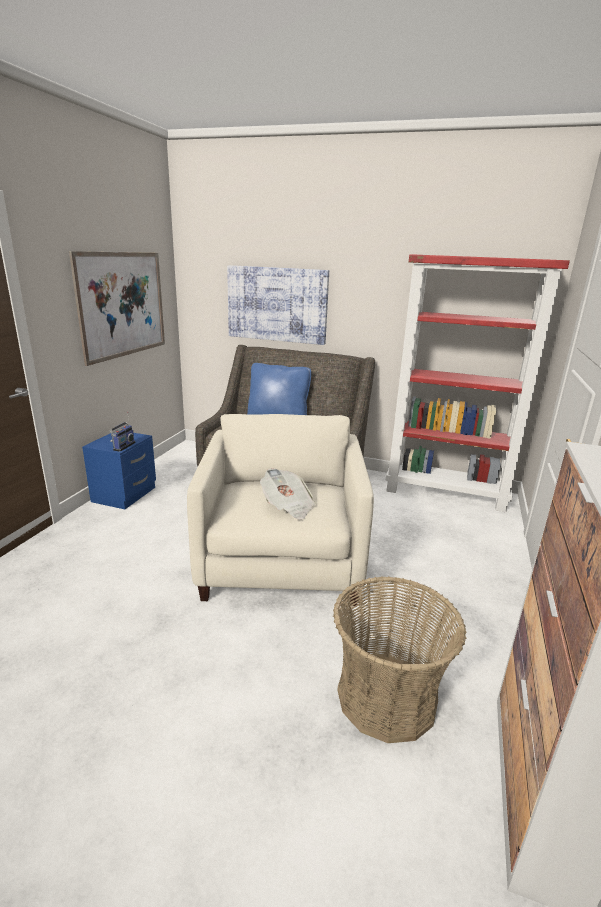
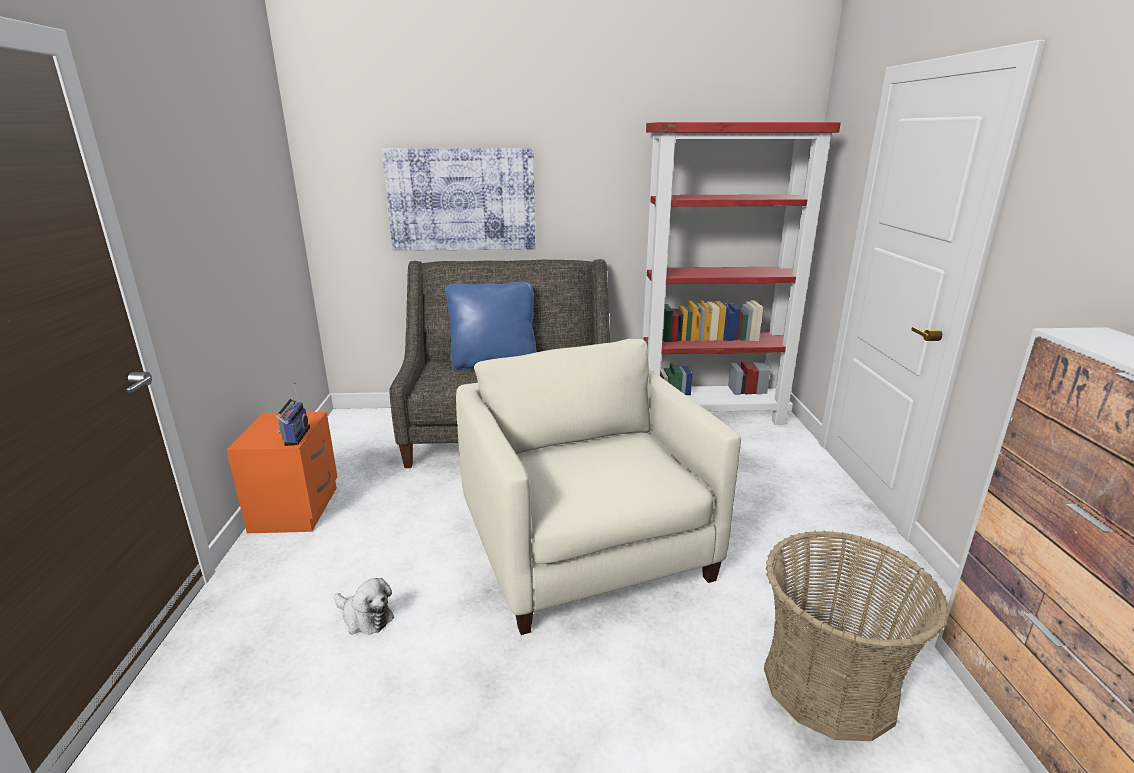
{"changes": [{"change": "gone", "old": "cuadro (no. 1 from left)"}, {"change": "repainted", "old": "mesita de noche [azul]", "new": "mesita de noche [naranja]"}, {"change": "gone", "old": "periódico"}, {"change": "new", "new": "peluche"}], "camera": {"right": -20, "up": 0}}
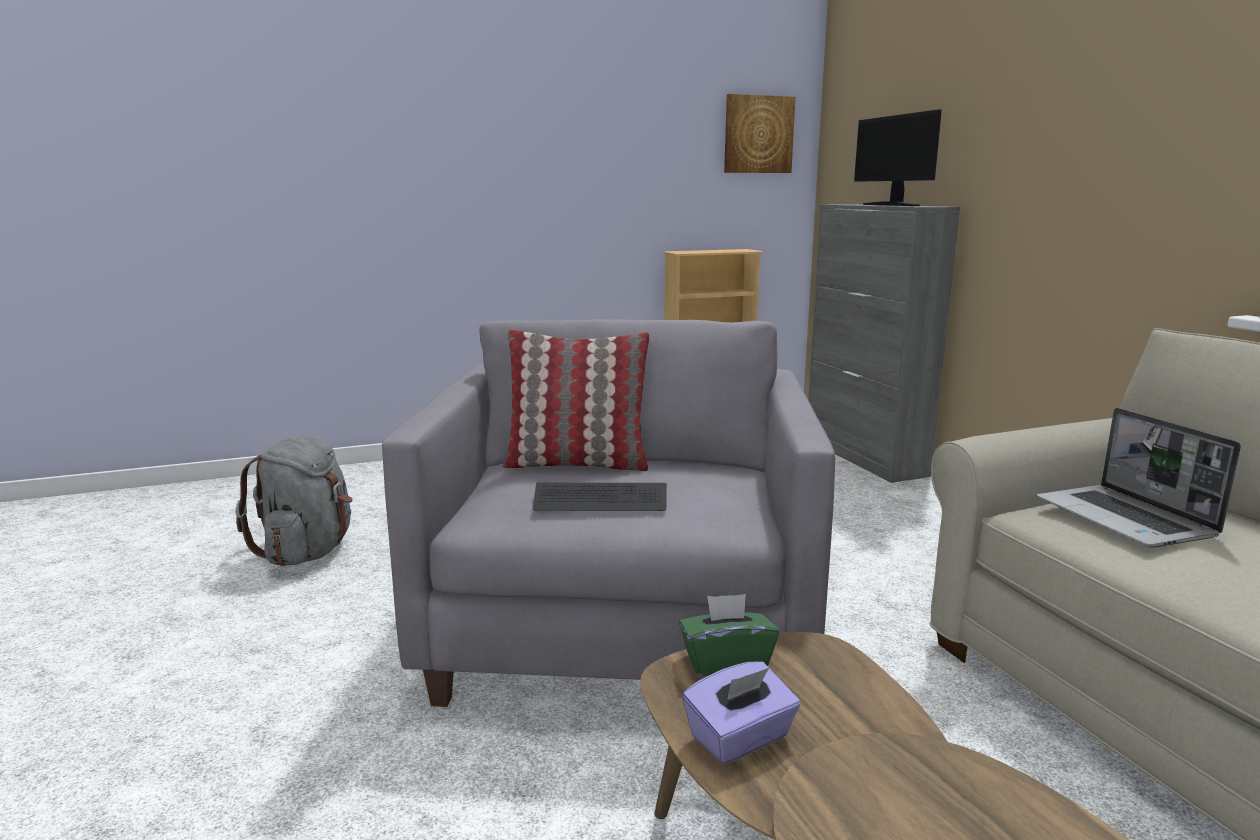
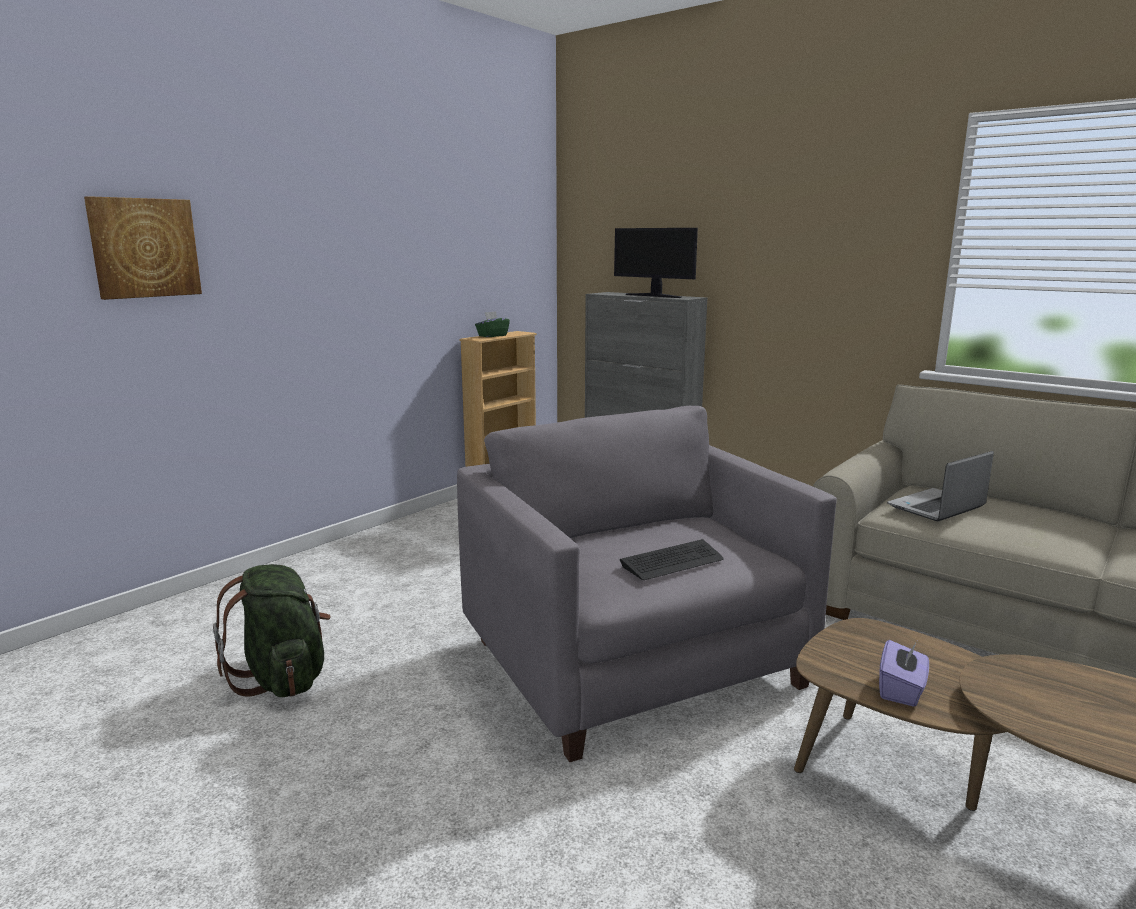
{"changes": [{"change": "shifted", "old": "cuadro"}, {"change": "gone", "old": "cojín"}, {"change": "rotated", "old": "portátil", "degrees": 105}, {"change": "repainted", "old": "mochila [gris]", "new": "mochila [verde]"}, {"change": "shifted", "old": "caja de pañuelos [verde]"}], "camera": {"right": -30, "up": 0}}
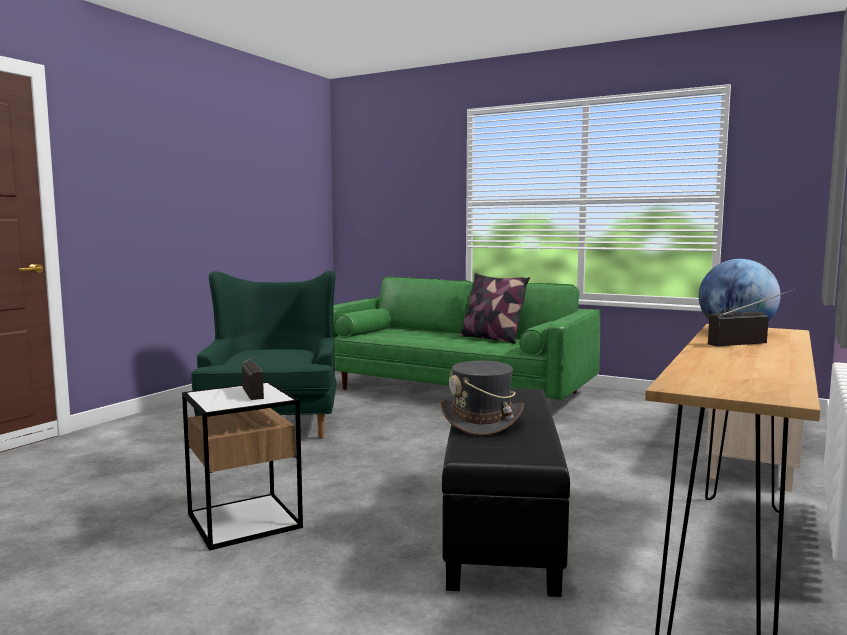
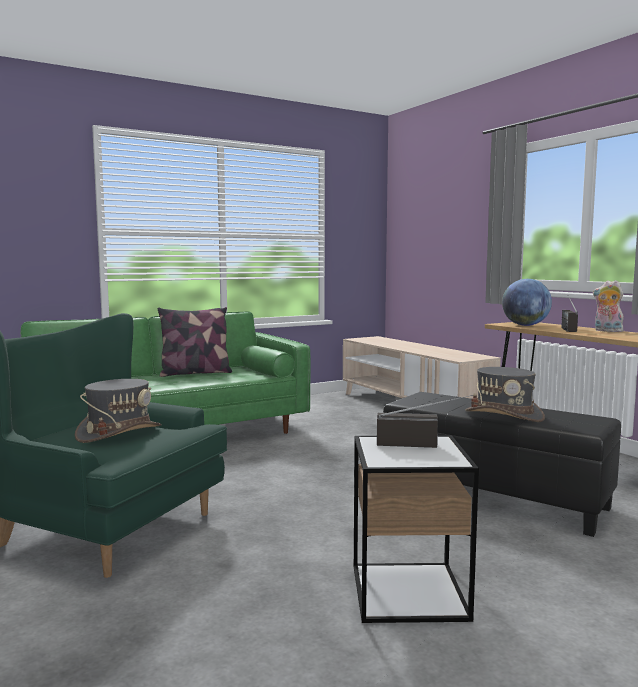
{"changes": [{"change": "new", "new": "peluche"}, {"change": "new", "new": "sombrero [gris] (no. 1 from left)"}], "camera": {"right": -60, "up": 0}}
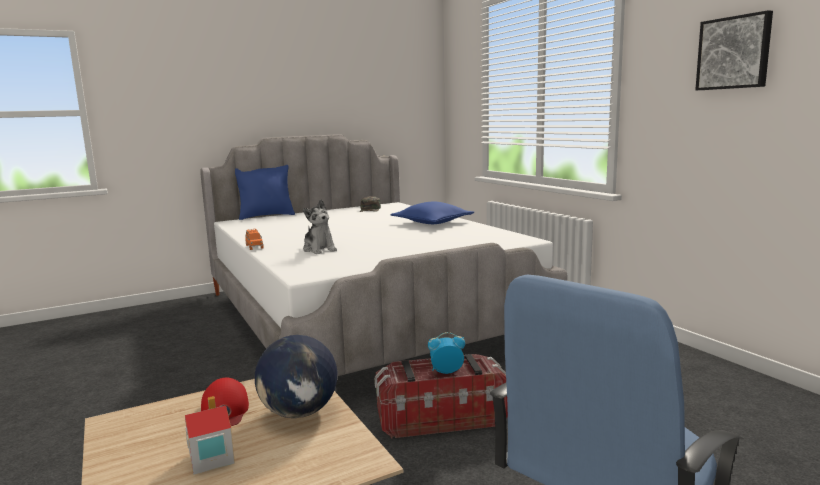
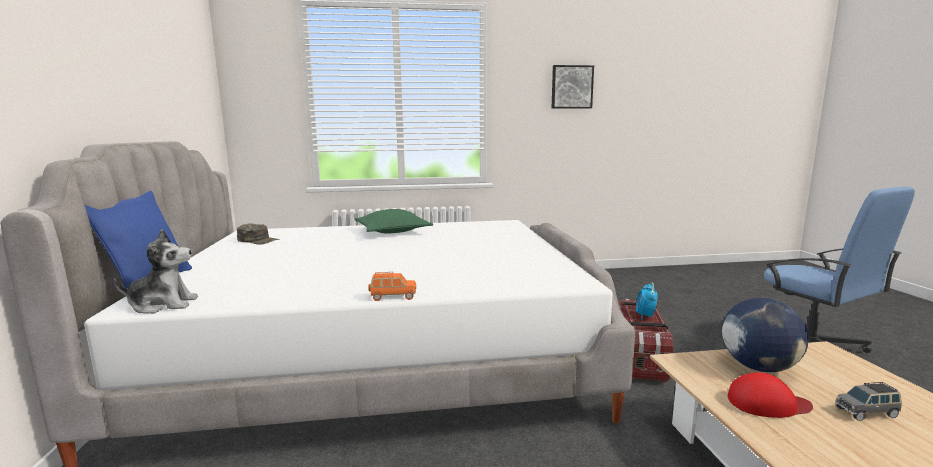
{"changes": [{"change": "shifted", "old": "peluche"}, {"change": "repainted", "old": "cojín [azul] (no. 2 from left)", "new": "cojín [verde]"}, {"change": "swapped", "old": "casita", "new": "coche de juguete [gris]"}], "camera": {"right": -70, "up": 0}}
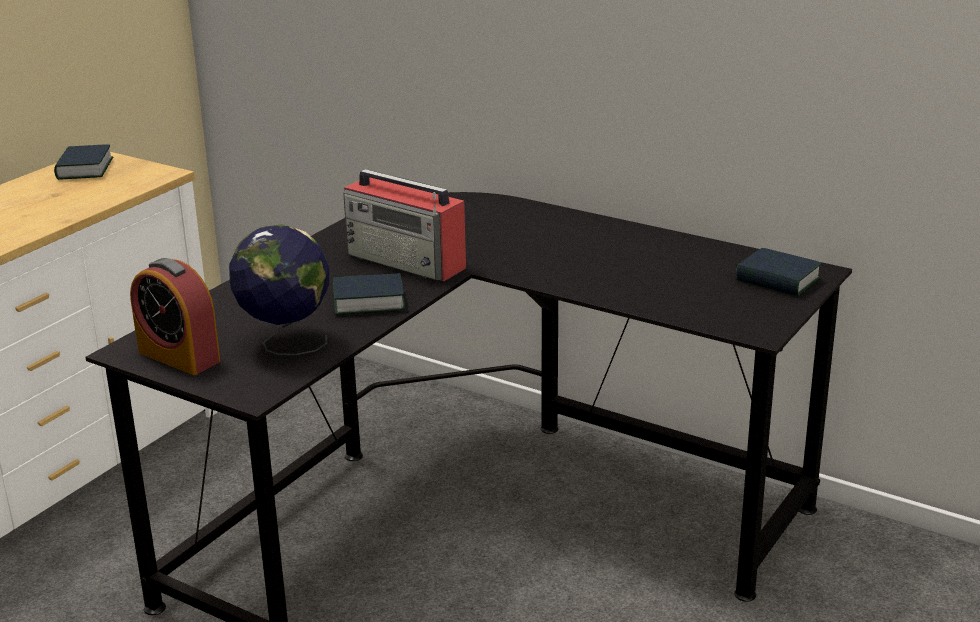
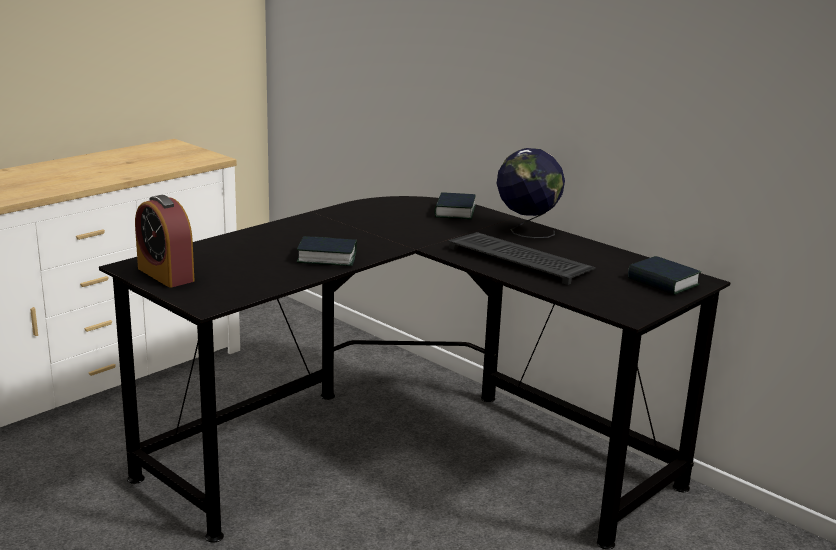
{"changes": [{"change": "shifted", "old": "libro (no. 1 from left in the first image)", "new": "libro (no. 2 from left)"}, {"change": "gone", "old": "radio"}, {"change": "shifted", "old": "globo terráqueo"}, {"change": "new", "new": "teclado"}], "camera": {"right": 10, "up": -5}}
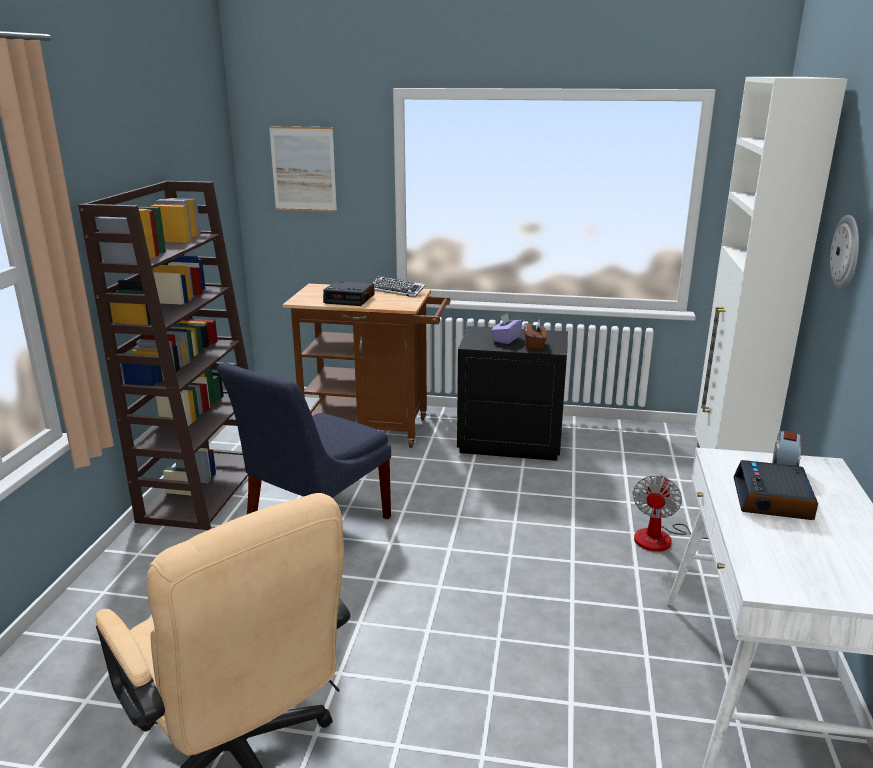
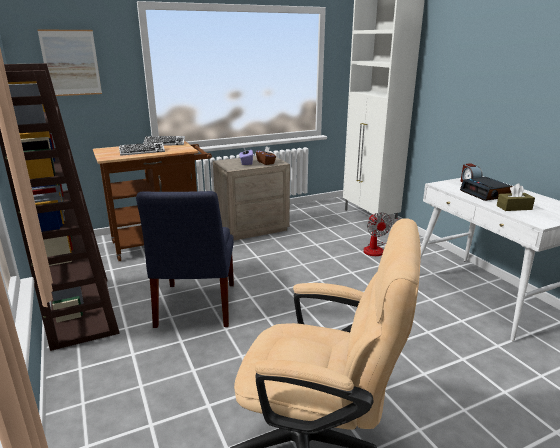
{"changes": [{"change": "gone", "old": "reloj de pared"}, {"change": "swapped", "old": "despertador (no. 1 from left)", "new": "teclado (no. 1 from left)"}, {"change": "repainted", "old": "mesita de noche [negro]", "new": "mesita de noche [beis]"}, {"change": "new", "new": "caja de pañuelos [marrón] (no. 2 from left)"}], "camera": {"right": -35, "up": 0}}
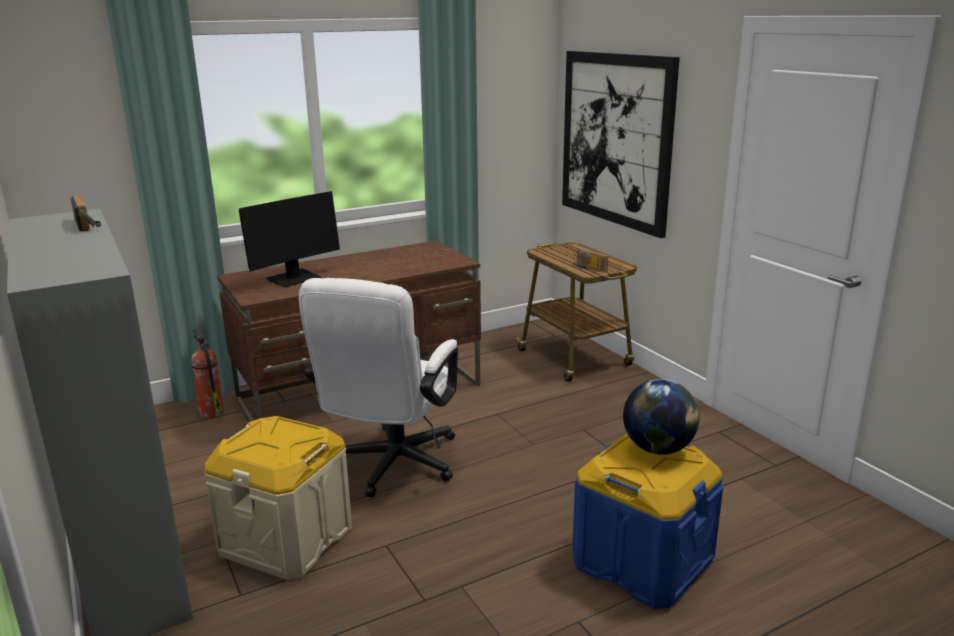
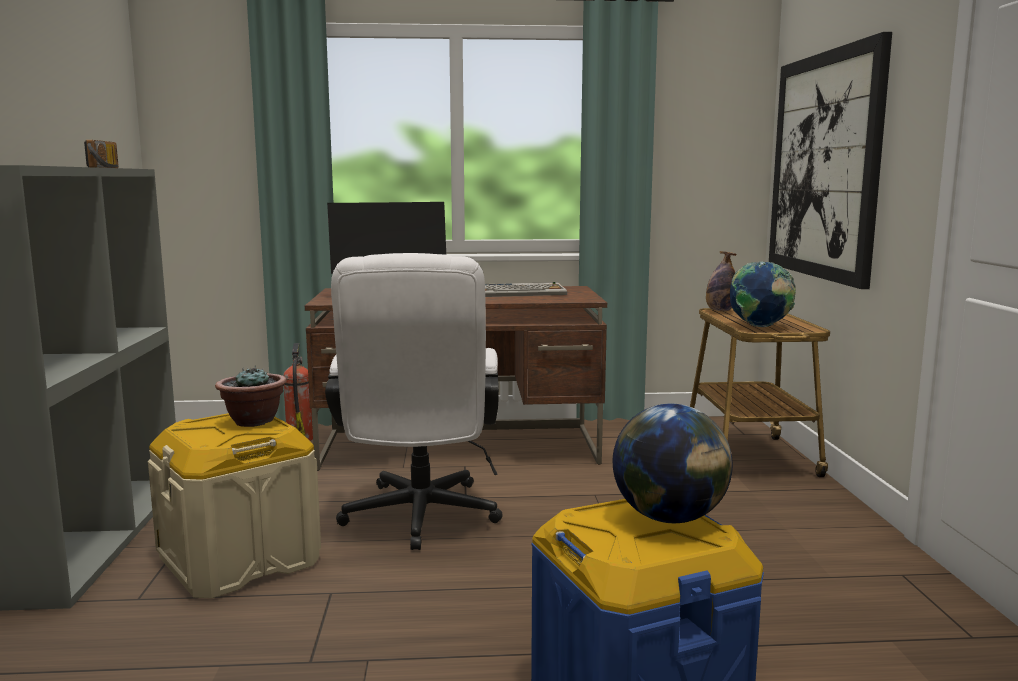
{"changes": [{"change": "swapped", "old": "radio (no. 2 from left)", "new": "globo terráqueo (no. 2 from left)"}, {"change": "rotated", "old": "silla de oficina [blanco]", "degrees": -45}, {"change": "new", "new": "botella"}, {"change": "new", "new": "teclado"}, {"change": "new", "new": "planta en maceta"}], "camera": {"right": 25, "up": -10}}
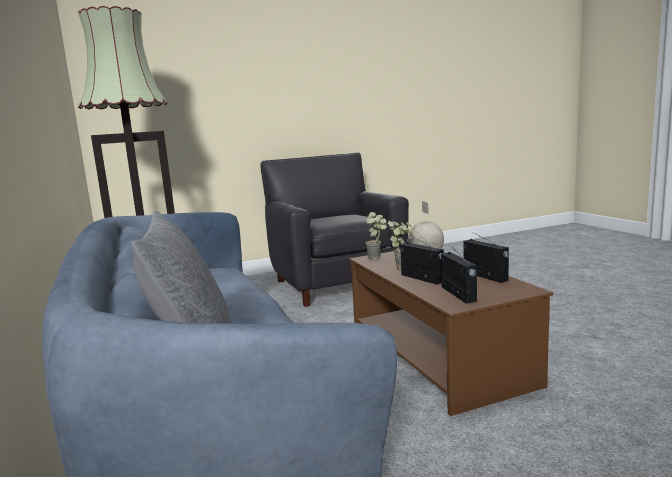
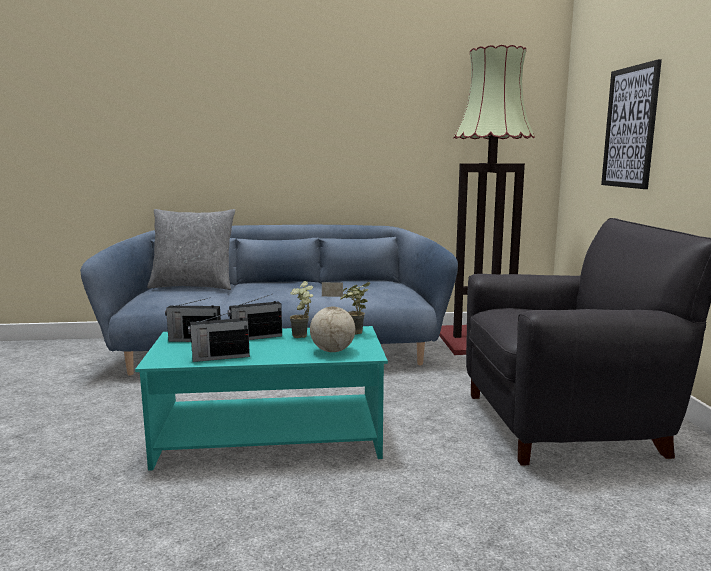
{"changes": [{"change": "repainted", "old": "mesa de centro [marrón]", "new": "mesa de centro [turquesa]"}, {"change": "new", "new": "cuadro"}], "camera": {"right": 105, "up": 0}}
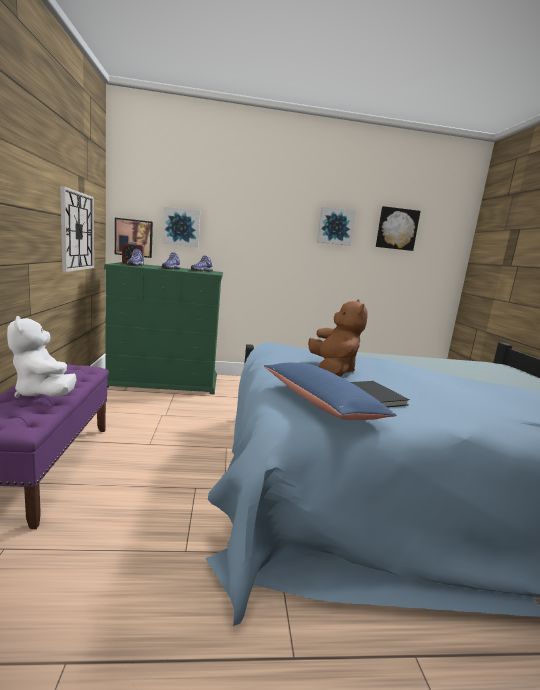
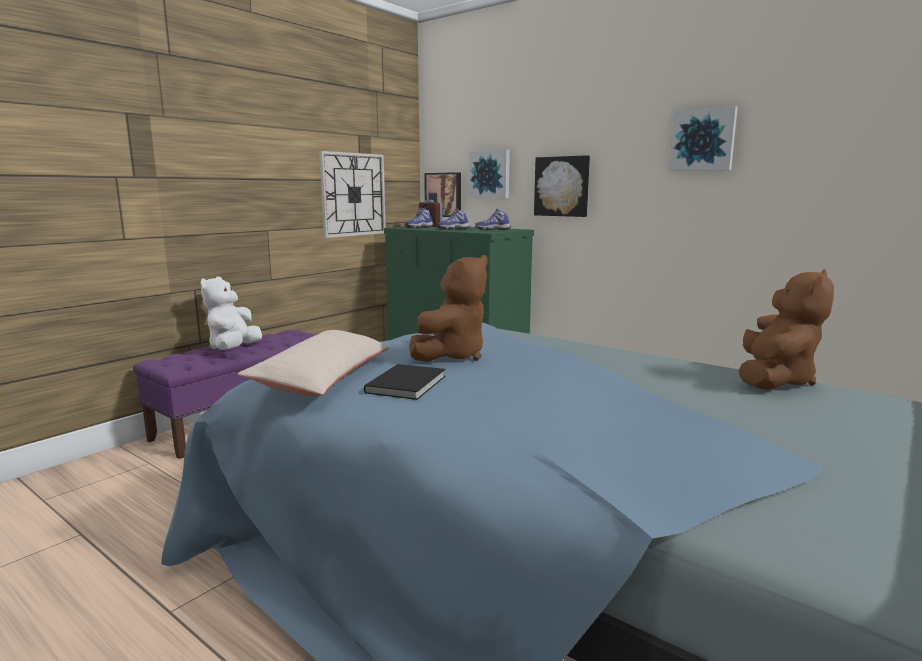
{"changes": [{"change": "shifted", "old": "cuadro (no. 4 from left in the first image)", "new": "cuadro (no. 3 from left)"}, {"change": "repainted", "old": "cojín [azul]", "new": "cojín [beis]"}, {"change": "new", "new": "peluche [marrón] (no. 2 from left)"}], "camera": {"right": 45, "up": 0}}
